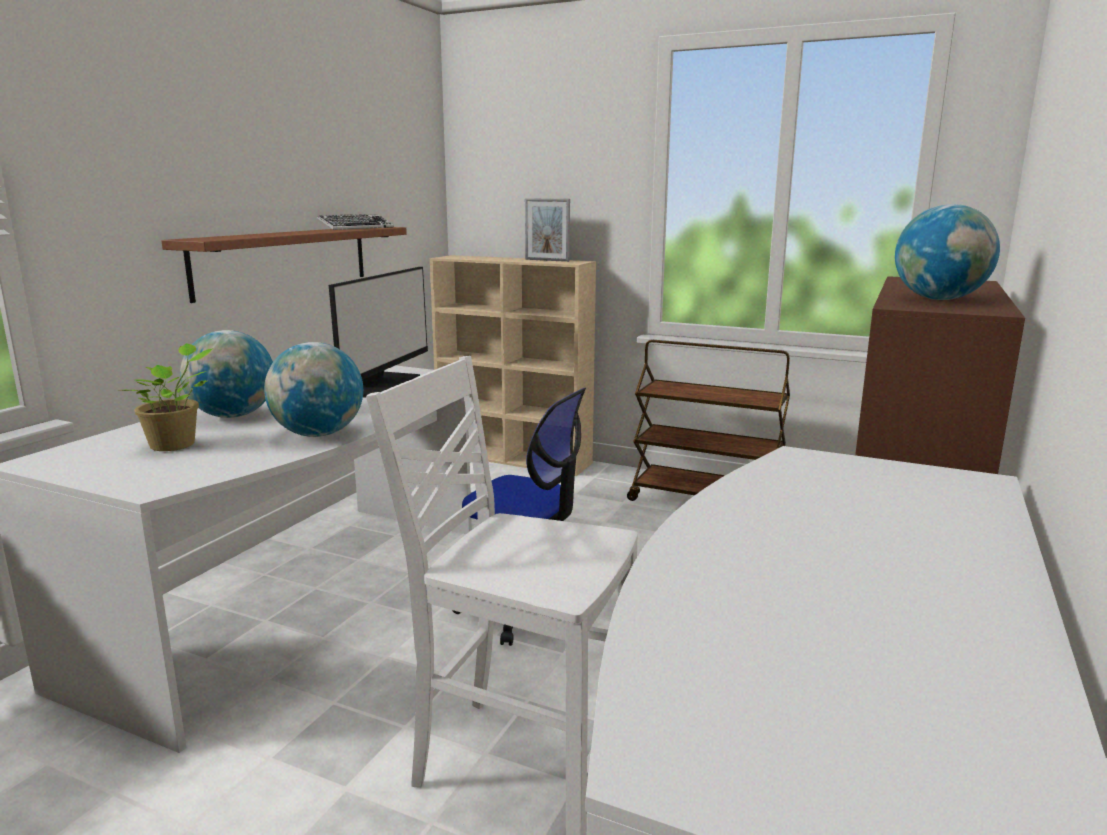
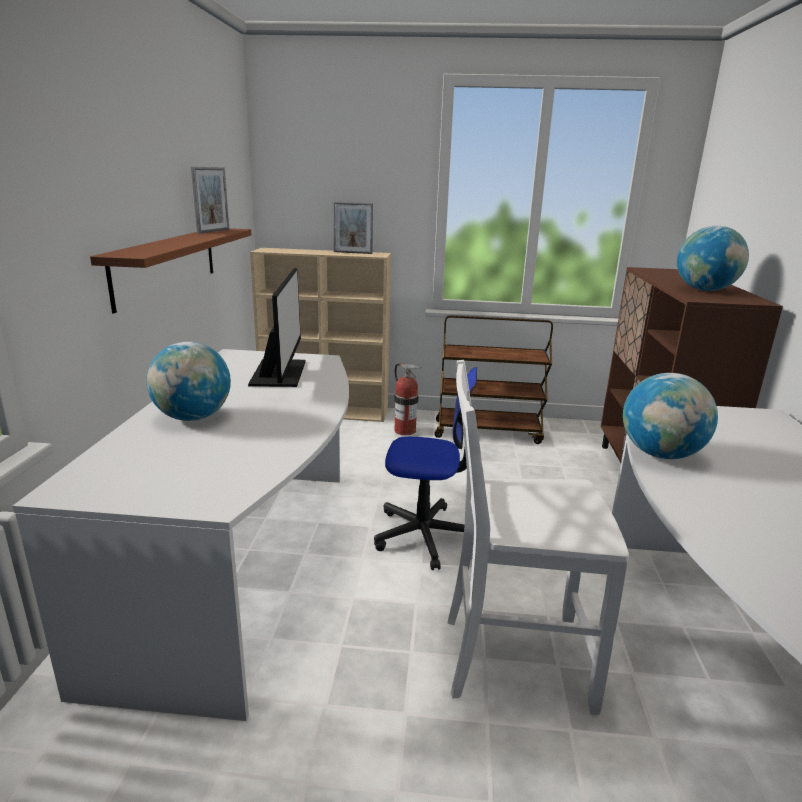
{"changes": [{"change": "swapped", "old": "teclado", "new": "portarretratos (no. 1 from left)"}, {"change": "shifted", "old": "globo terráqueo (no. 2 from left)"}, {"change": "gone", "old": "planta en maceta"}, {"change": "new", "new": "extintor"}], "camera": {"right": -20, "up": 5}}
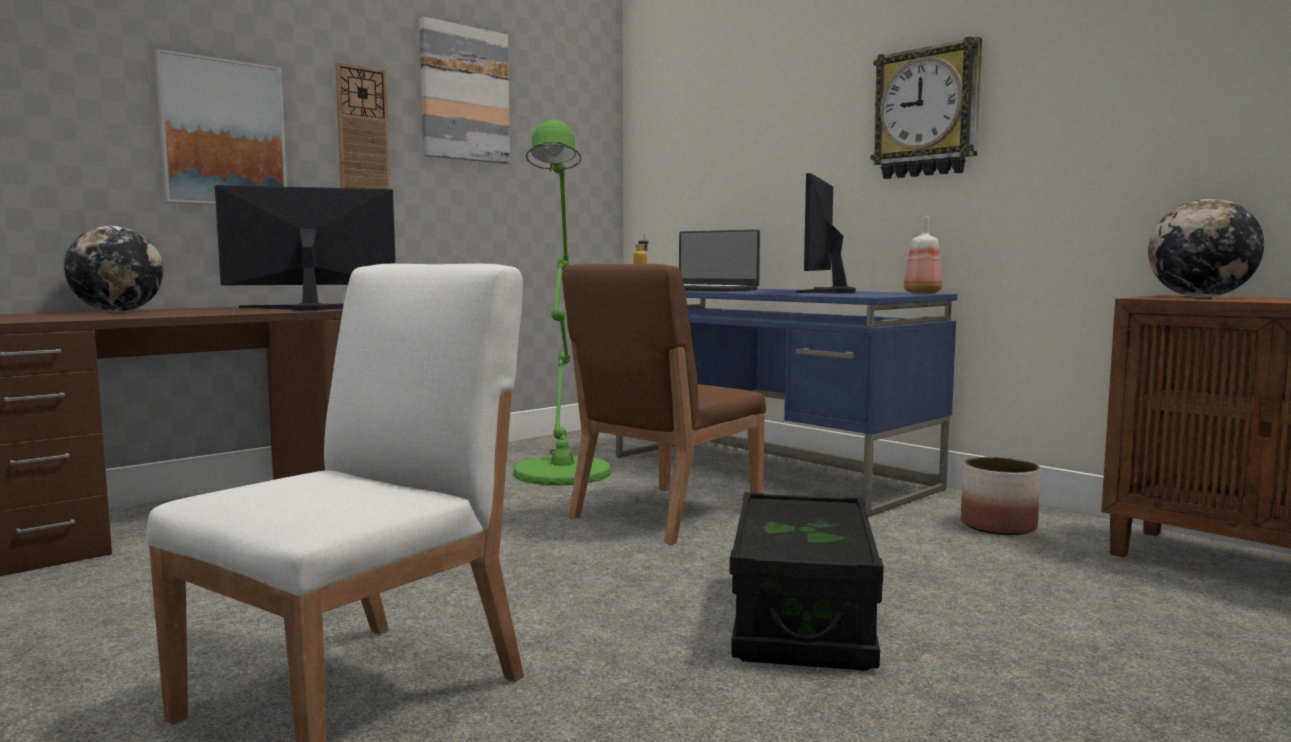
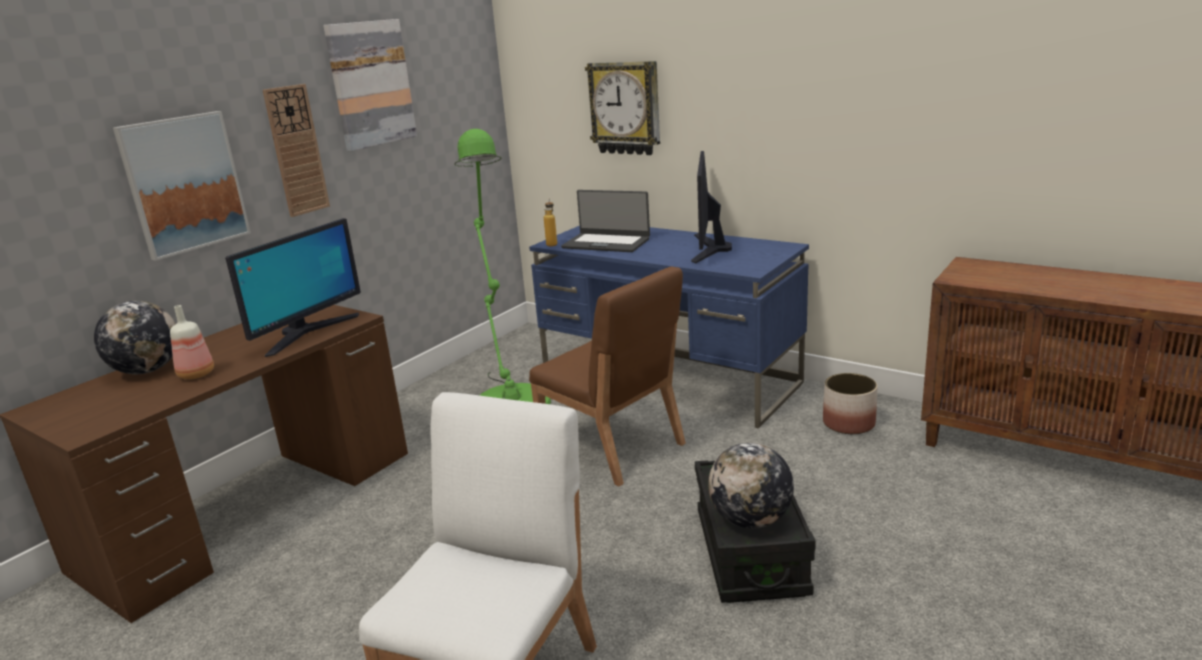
{"changes": [{"change": "shifted", "old": "reloj de pared (no. 2 from left)"}, {"change": "rotated", "old": "monitor (no. 1 from left)", "degrees": 150}, {"change": "shifted", "old": "globo terráqueo (no. 2 from left)"}, {"change": "shifted", "old": "botella (no. 2 from left in the first image)", "new": "botella (no. 1 from left)"}, {"change": "rotated", "old": "silla [marrón]", "degrees": -75}], "camera": {"right": -10, "up": 15}}
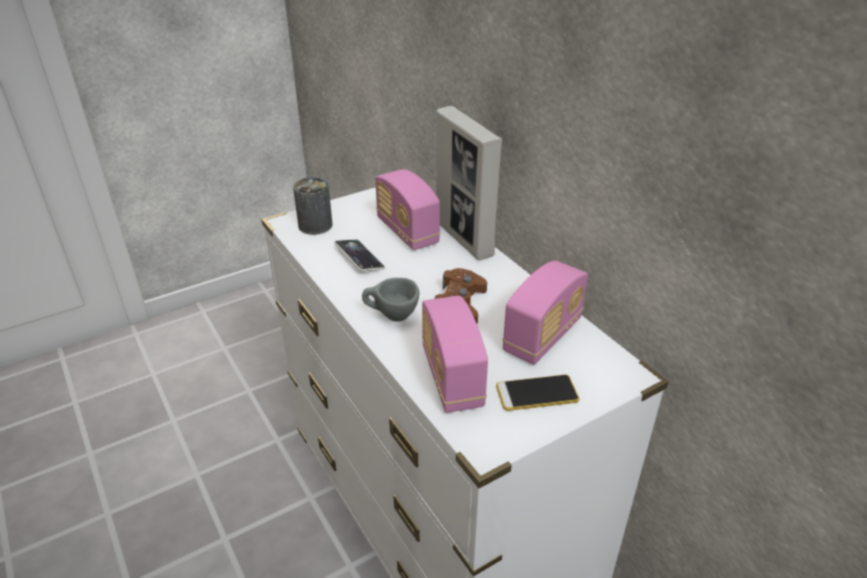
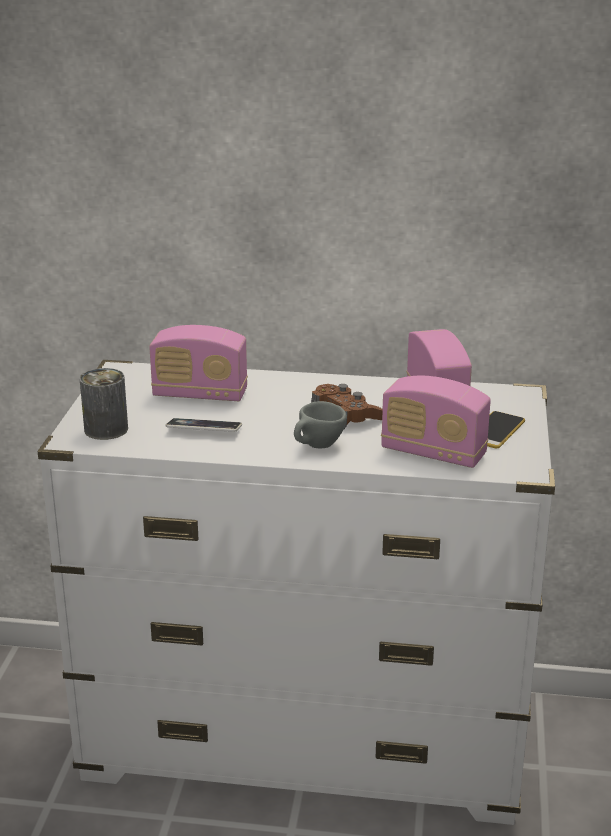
{"changes": [{"change": "gone", "old": "portarretratos"}], "camera": {"right": -50, "up": -10}}
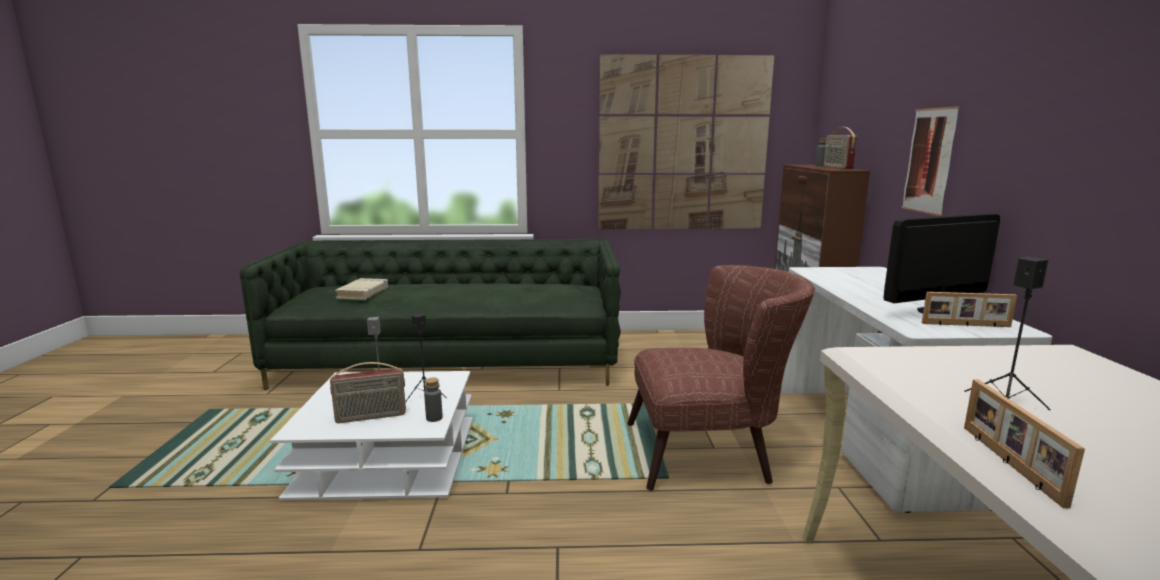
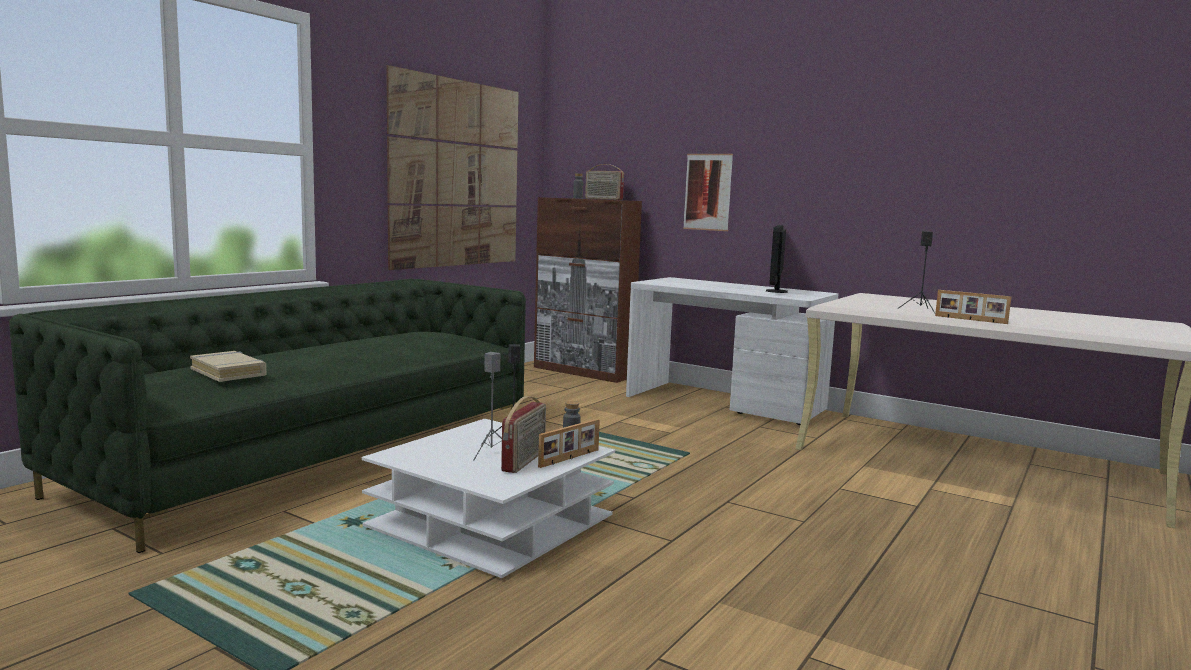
{"changes": [{"change": "gone", "old": "sillón [marrón]"}, {"change": "shifted", "old": "portarretratos (no. 1 from left)"}], "camera": {"right": -55, "up": -5}}
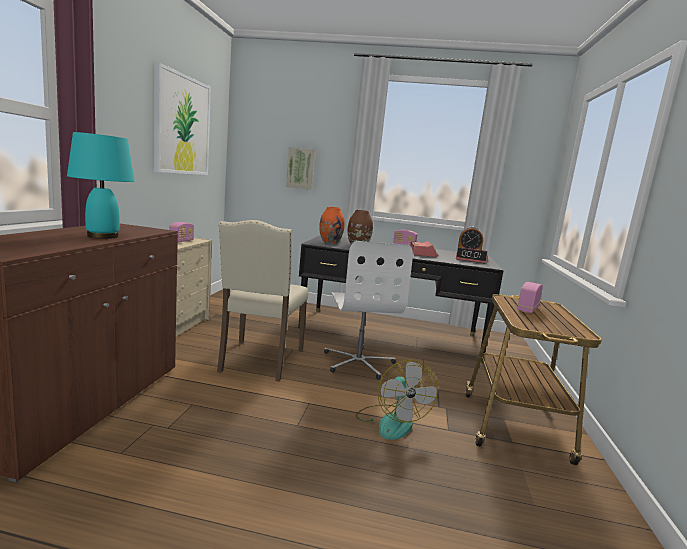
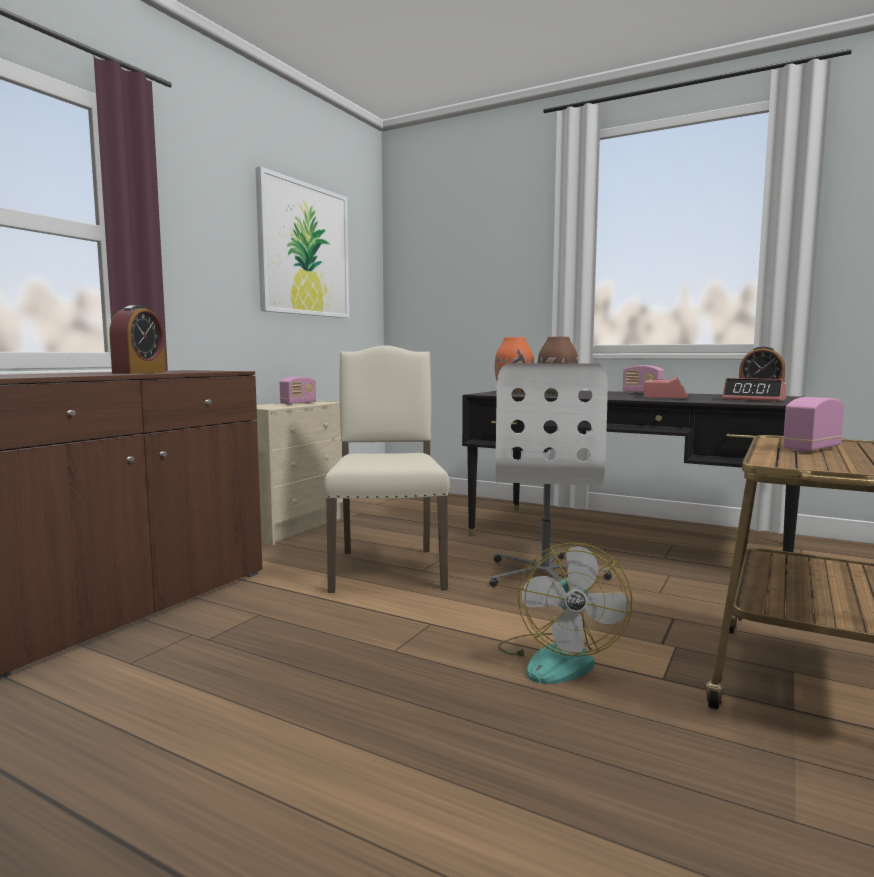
{"changes": [{"change": "swapped", "old": "lámpara de mesa [turquesa]", "new": "despertador (no. 1 from left)"}, {"change": "gone", "old": "cuadro (no. 2 from left)"}, {"change": "rotated", "old": "silla [beis]", "degrees": 150}], "camera": {"right": 20, "up": -5}}
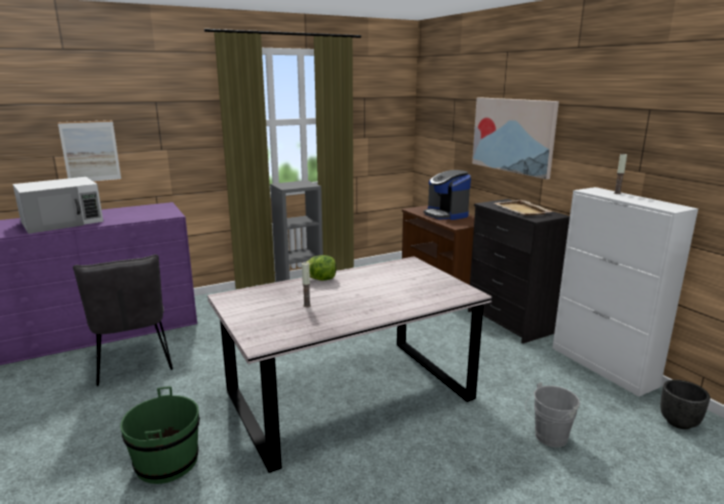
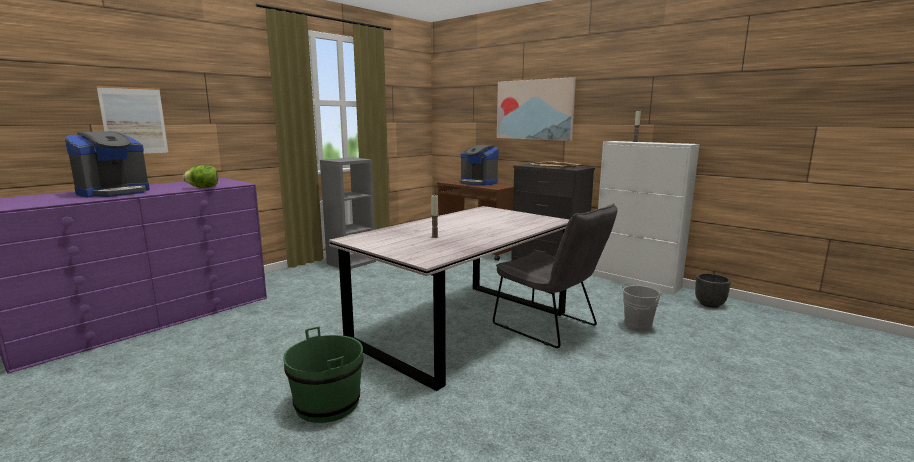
{"changes": [{"change": "swapped", "old": "microondas [blanco]", "new": "cafetera (no. 1 from left)"}, {"change": "shifted", "old": "silla [gris]"}, {"change": "shifted", "old": "lechuga"}], "camera": {"right": -20, "up": -5}}
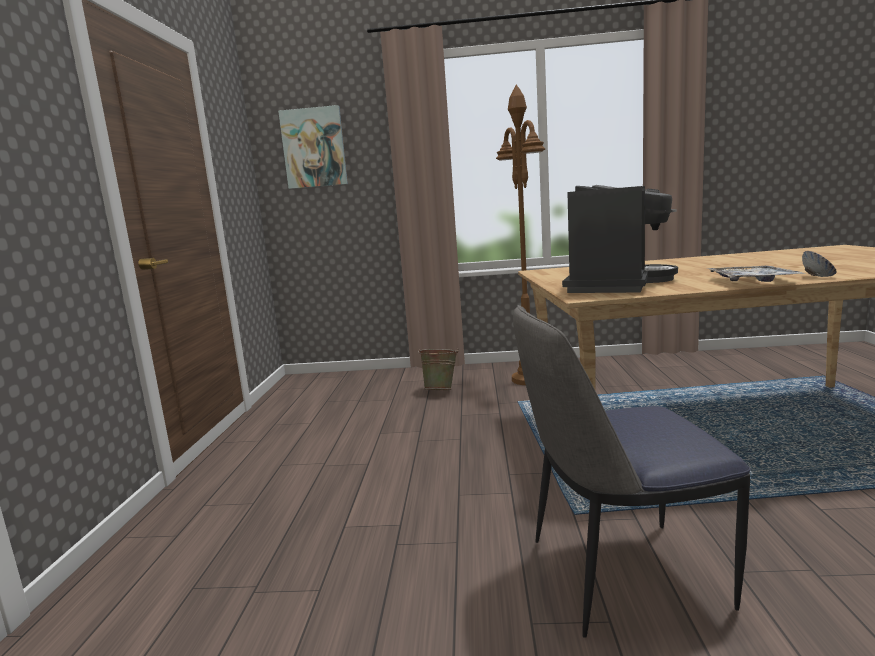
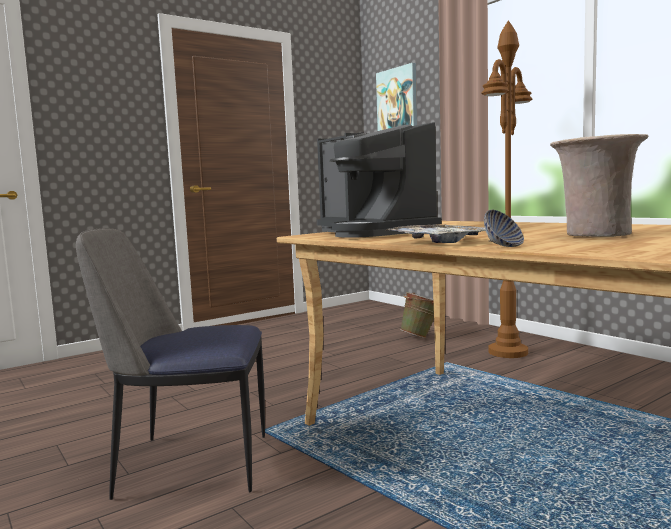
{"changes": [{"change": "rotated", "old": "cafetera", "degrees": 75}, {"change": "rotated", "old": "silla", "degrees": -45}, {"change": "new", "new": "florero [beis]"}], "camera": {"right": 50, "up": -5}}
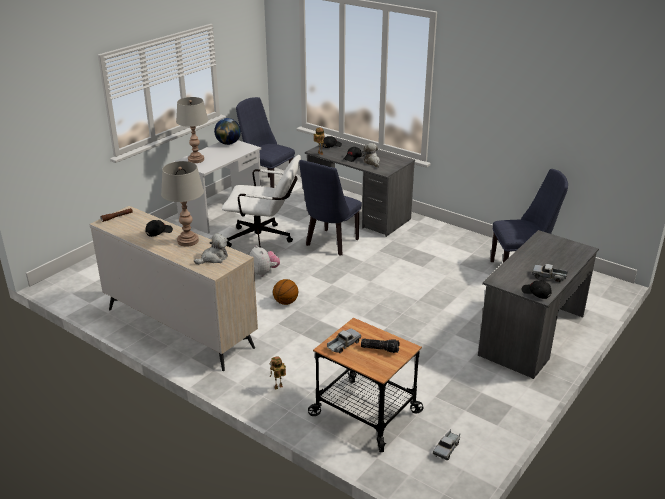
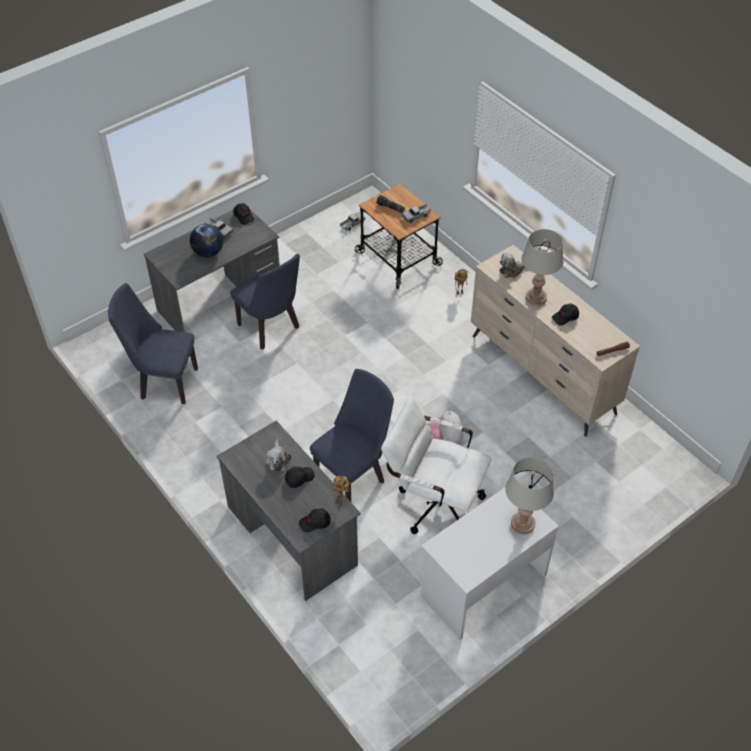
{"changes": [{"change": "shifted", "old": "silla [azul] (no. 1 from left in the first image)", "new": "silla [azul] (no. 2 from left)"}, {"change": "shifted", "old": "globo terráqueo"}, {"change": "gone", "old": "balón de baloncesto"}], "camera": {"right": -165, "up": 20}}
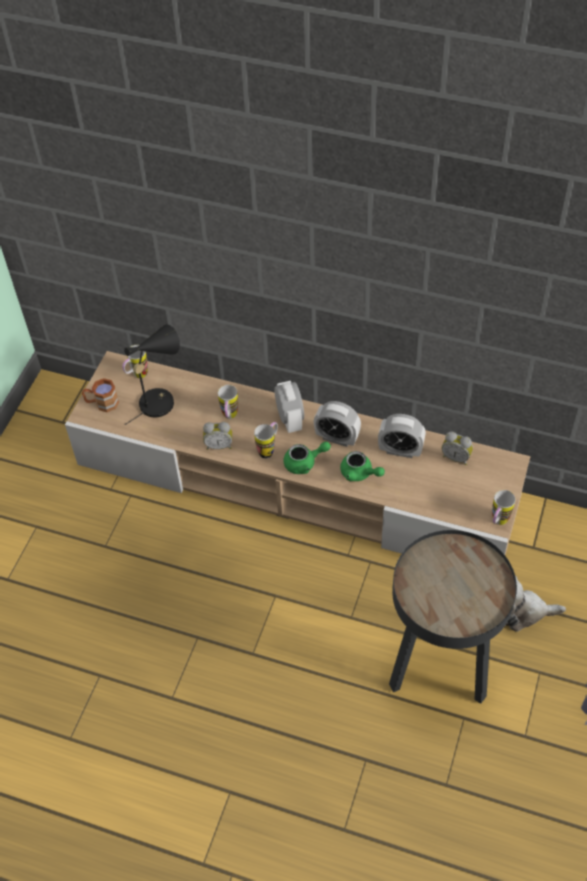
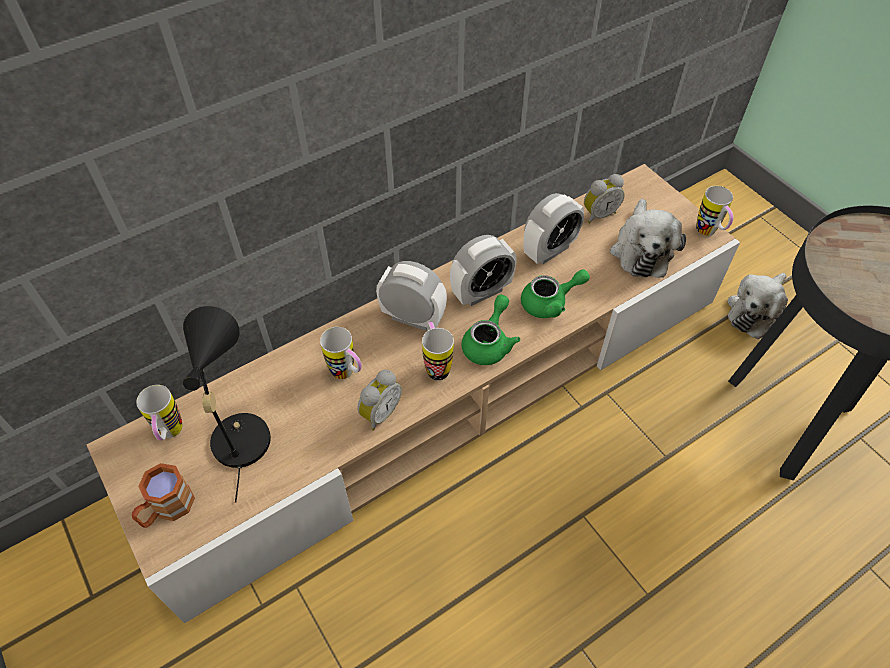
{"changes": [{"change": "new", "new": "peluche (no. 1 from left)"}], "camera": {"right": -55, "up": 0}}
